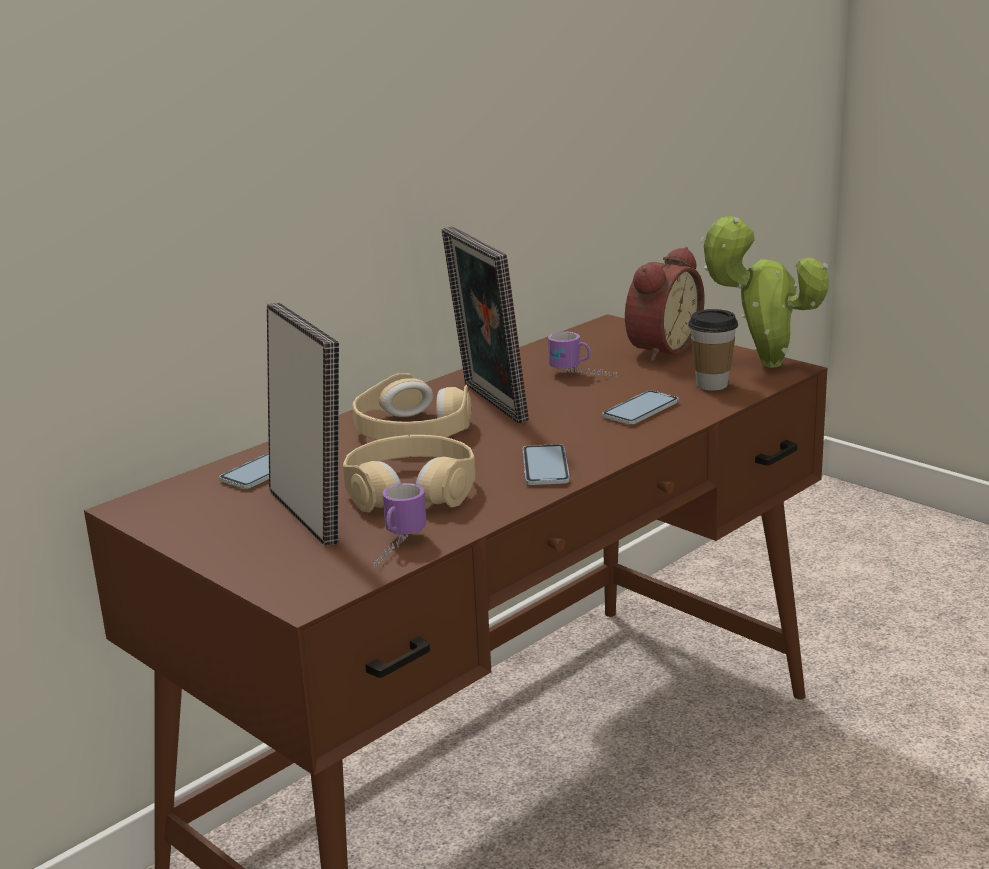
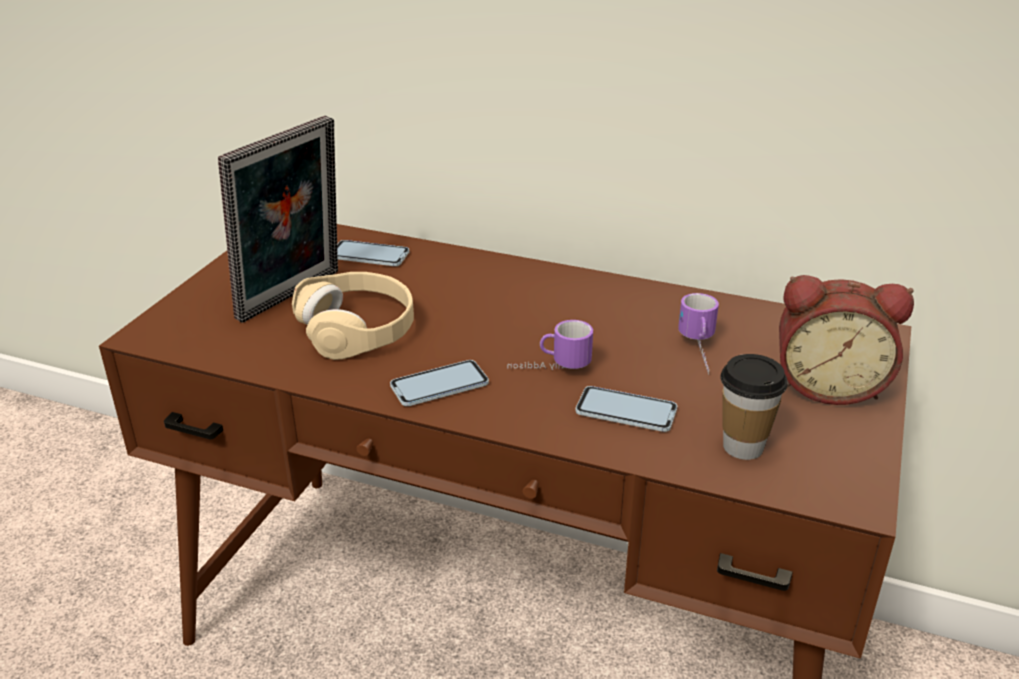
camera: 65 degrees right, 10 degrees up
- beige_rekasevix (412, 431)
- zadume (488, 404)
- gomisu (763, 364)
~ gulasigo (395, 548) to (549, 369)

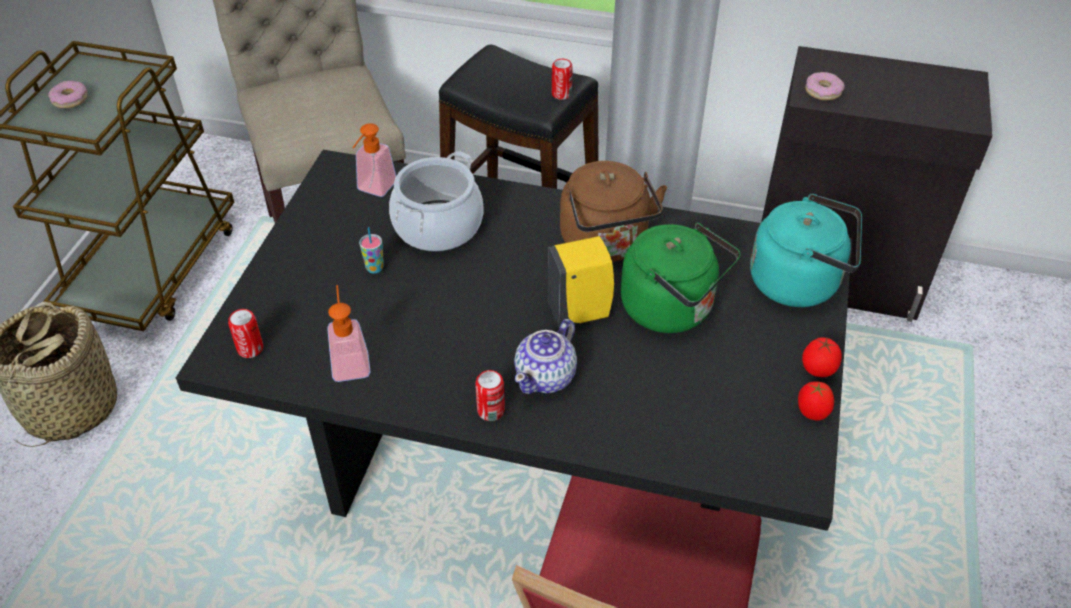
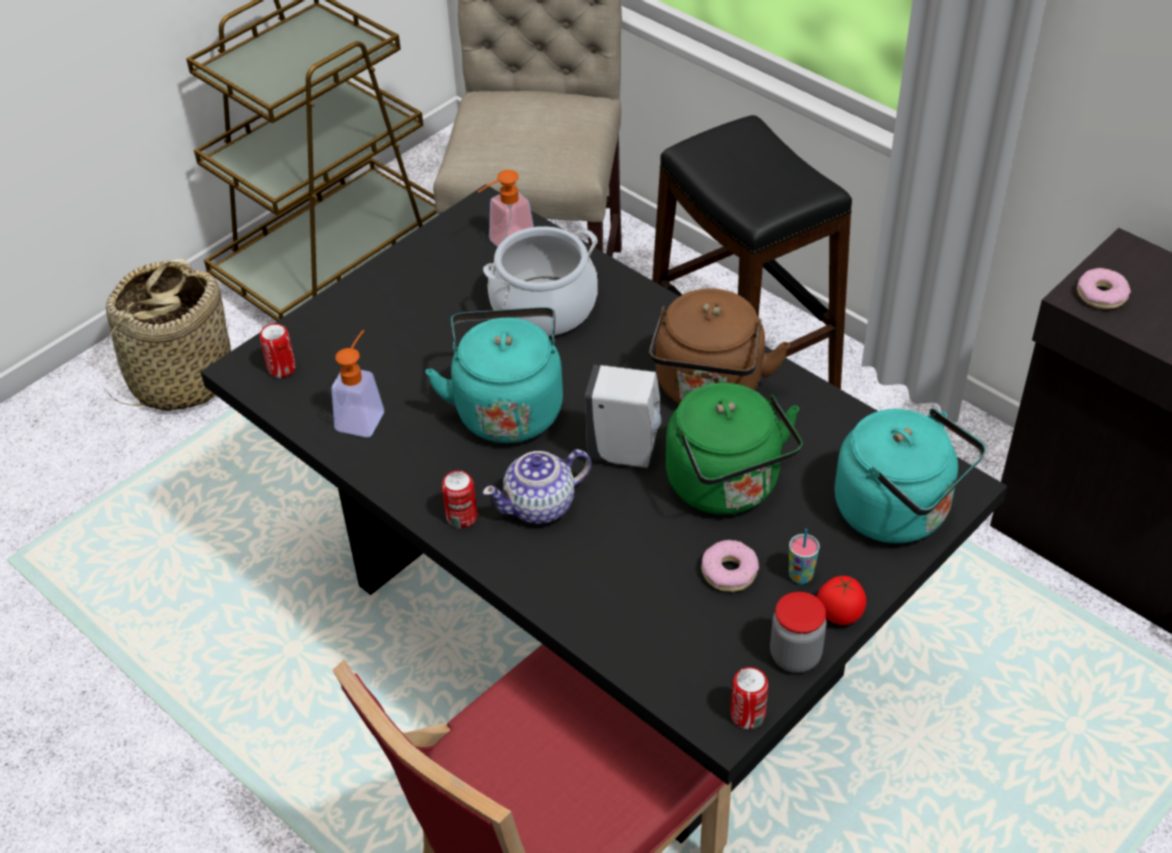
camera: 30 degrees right, 0 degrees up
+ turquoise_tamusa (507, 407)
~ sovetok (70, 99) to (729, 572)
~ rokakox (374, 268) to (800, 576)
~ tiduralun (561, 94) to (747, 715)
~ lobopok (811, 412) to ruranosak (795, 656)
~ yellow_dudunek (581, 312) to white_dudunek (626, 453)

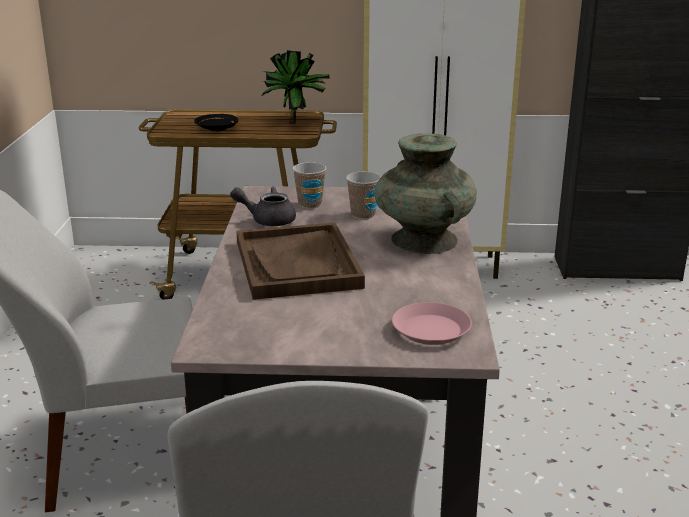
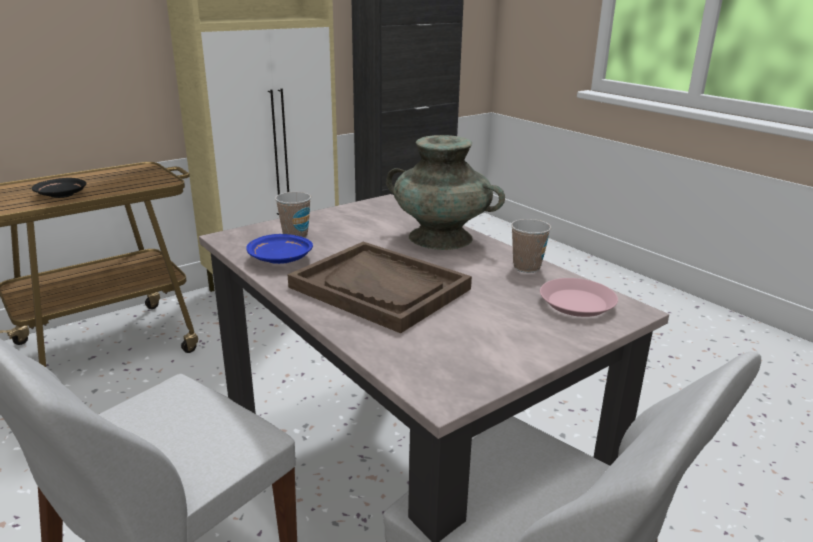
camera: 40 degrees left, 0 degrees up
- gomisu (297, 123)
~ rokakox (363, 215) to (526, 267)
~ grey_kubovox (267, 220) to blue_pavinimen (281, 259)

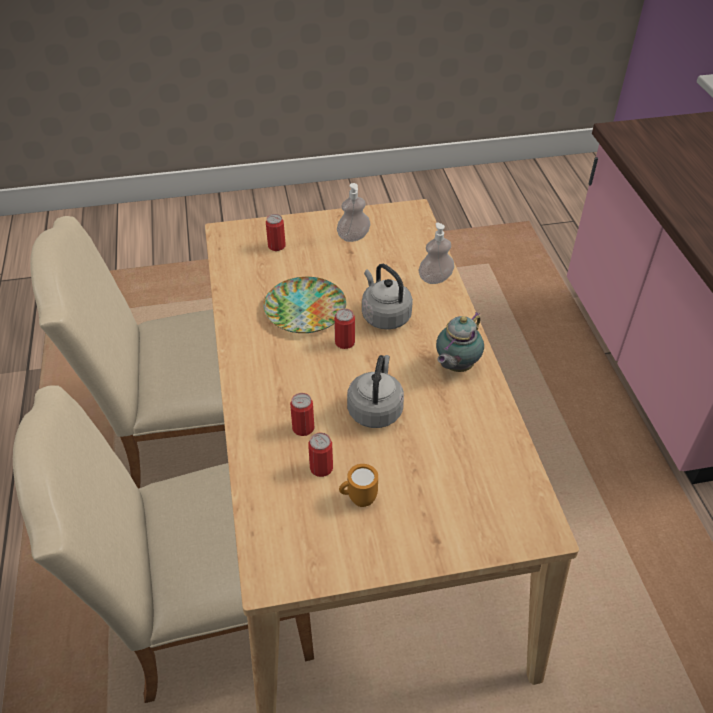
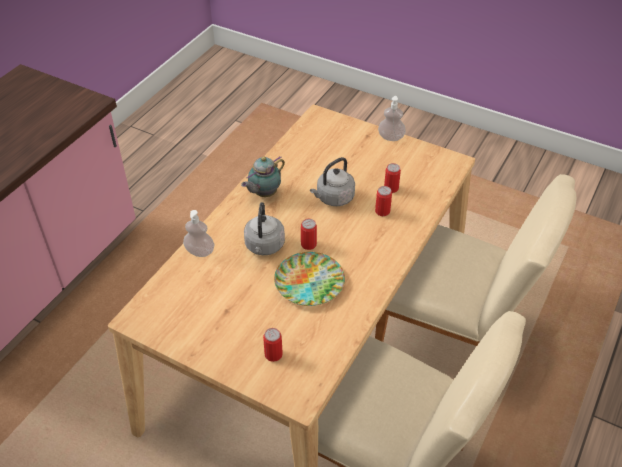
camera: 140 degrees left, 0 degrees up
- orange_gulasigo (358, 499)
~ dudunek (353, 237) to (391, 137)
~ kubovox (455, 366) = (264, 194) 150 degrees clockwise

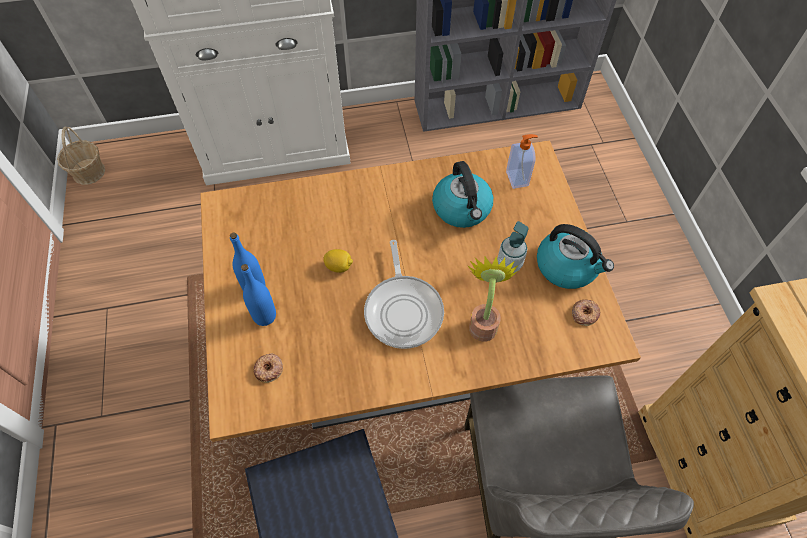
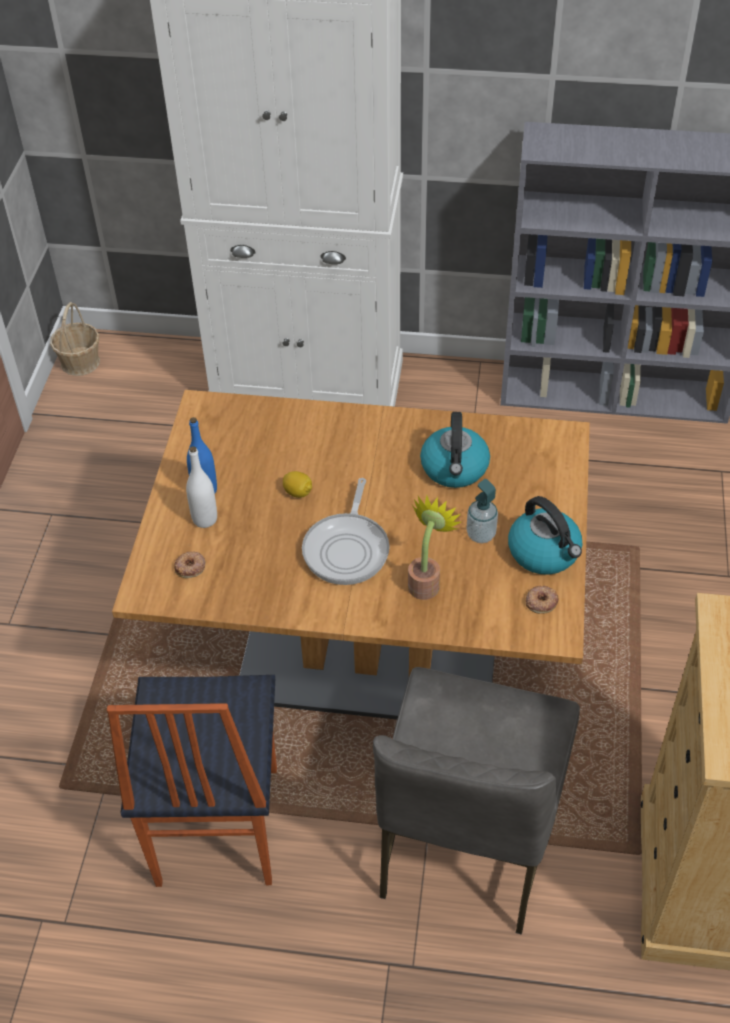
camera: 20 degrees right, 10 degrees down
- dudunek (518, 178)
~ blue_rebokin (264, 316) to white_rebokin (205, 519)

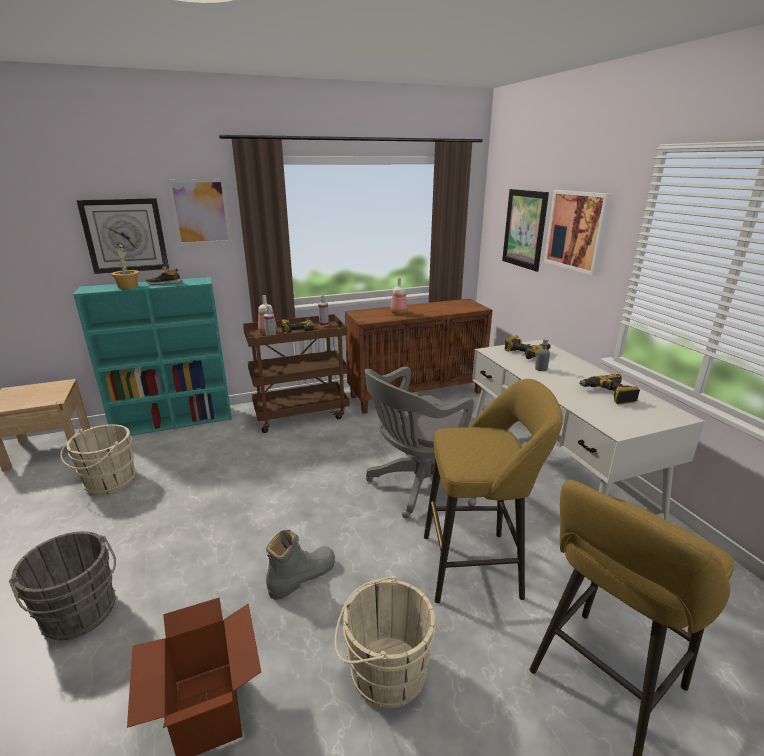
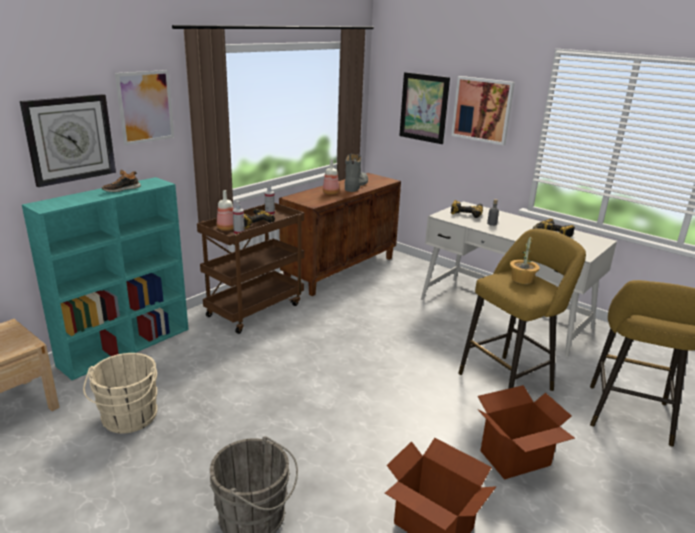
camera: 30 degrees left, 0 degrees up
- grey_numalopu (418, 485)
~ gomisu (128, 286) to (521, 279)
~ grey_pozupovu (302, 576) to (356, 186)
~ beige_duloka (383, 671) to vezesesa (516, 459)

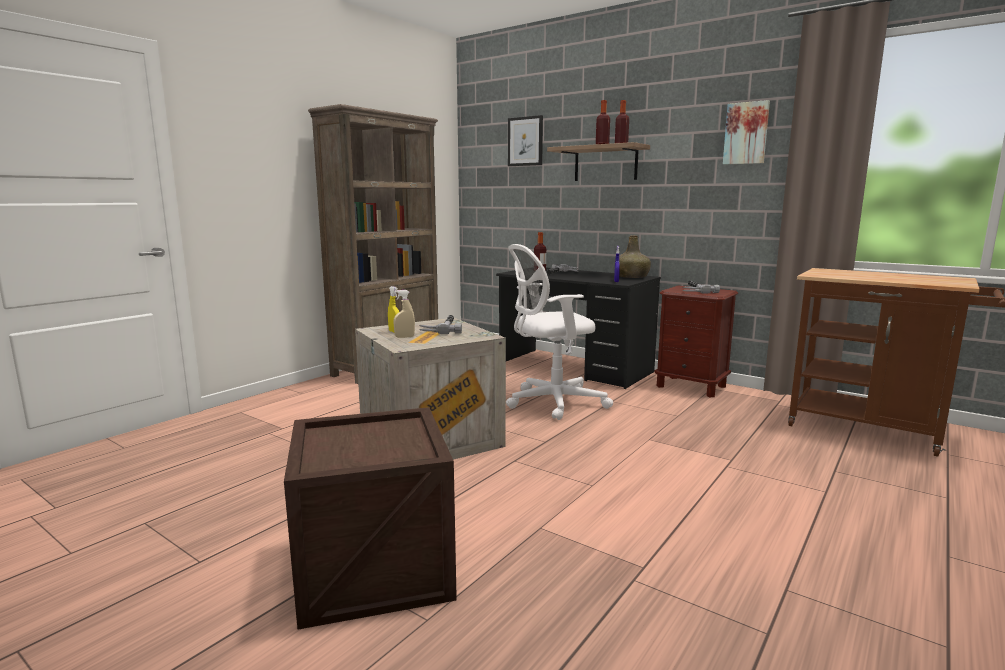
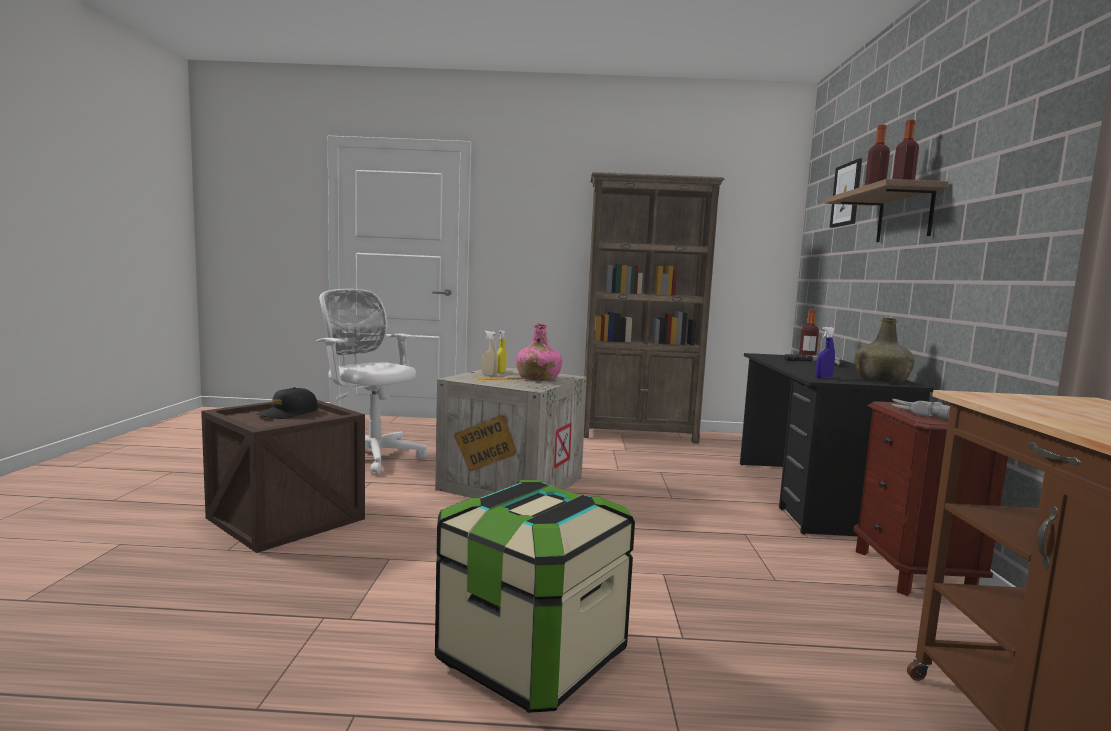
camera: 55 degrees right, 5 degrees down
- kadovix (746, 133)
+ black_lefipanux (288, 413)
+ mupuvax (531, 657)
~ white_numalopu (551, 403) to (371, 455)
~ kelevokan (443, 328) to pink_rebokin (537, 378)

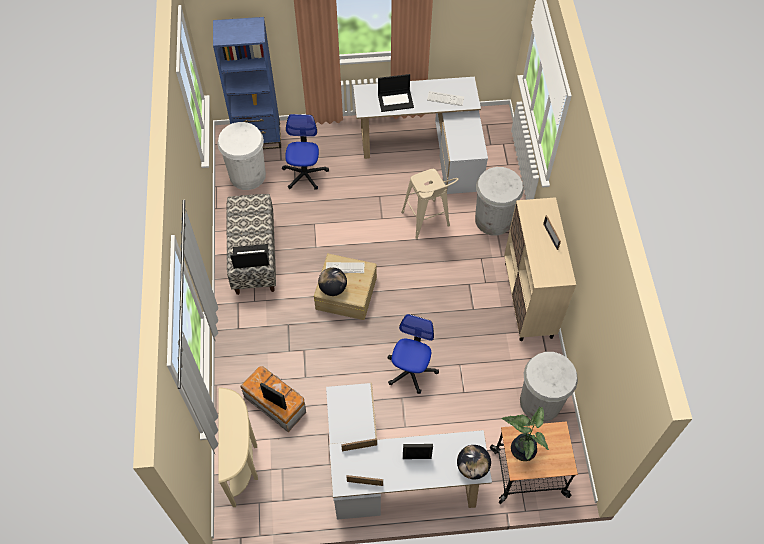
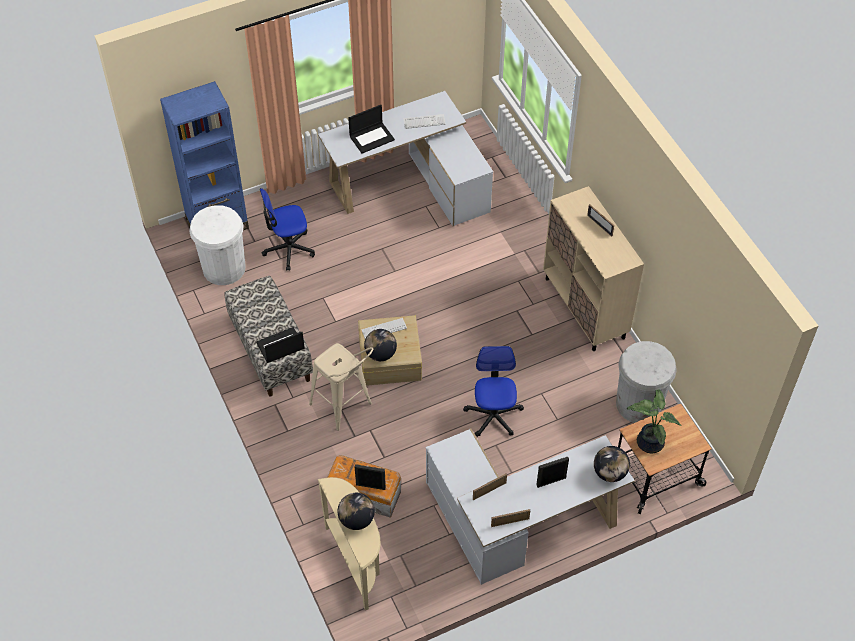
camera: 20 degrees left, 5 degrees down
- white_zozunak (493, 220)
+ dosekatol (356, 520)
~ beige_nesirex (427, 223) to (344, 408)
~ numalopu (305, 174) = (288, 249) 90 degrees counterclockwise

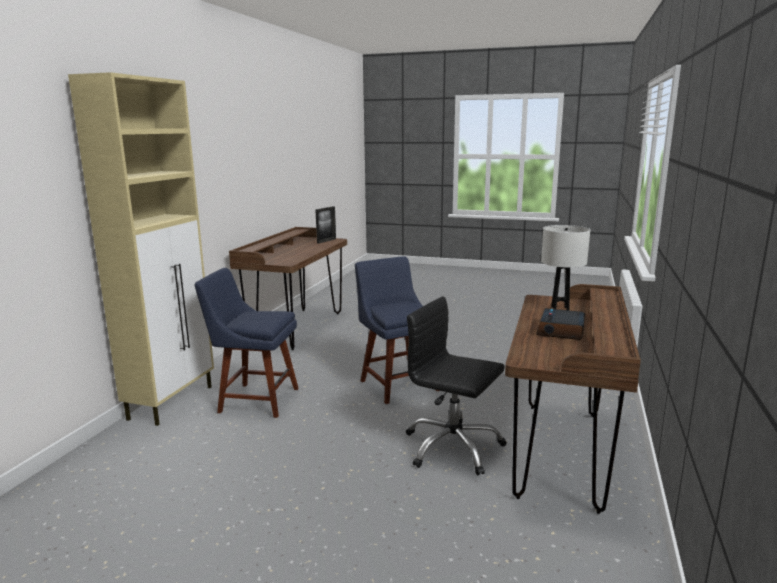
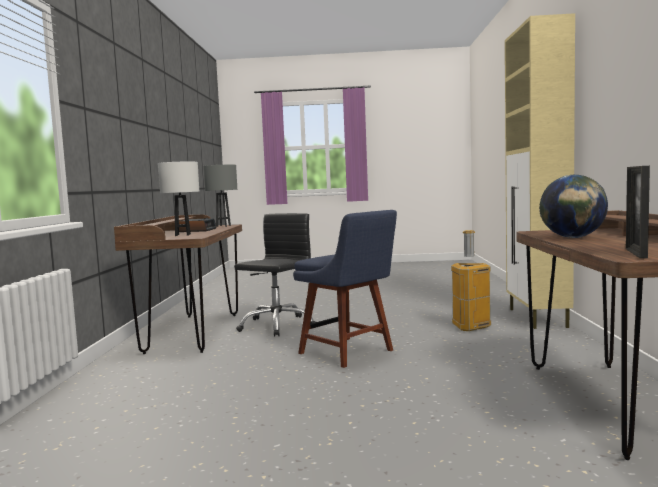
camera: 165 degrees right, 10 degrees down
+ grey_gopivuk (223, 226)
+ dosekatol (572, 237)
~ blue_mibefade (255, 399) to zozunak (471, 327)
~ black_numalopu (452, 447) = (277, 325) 75 degrees counterclockwise

